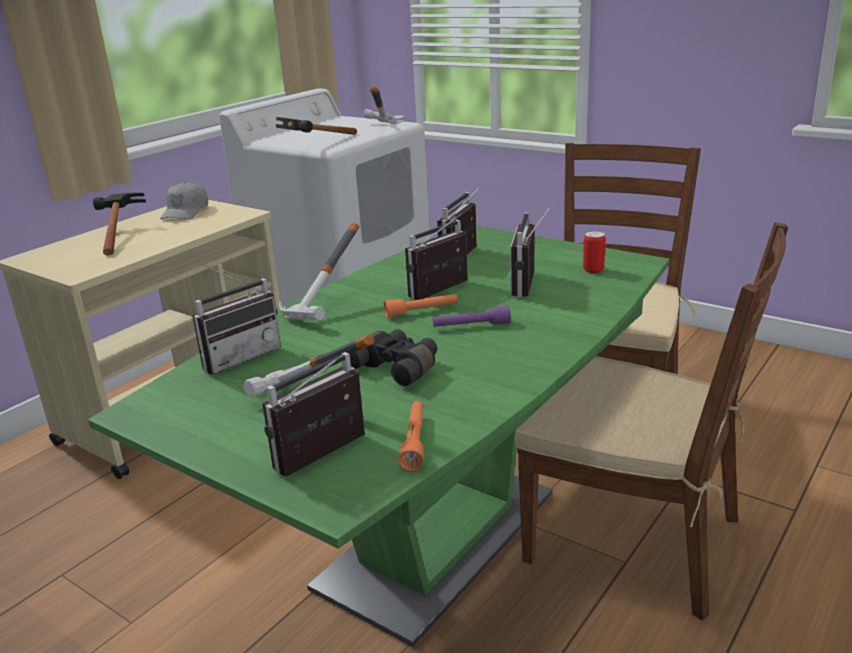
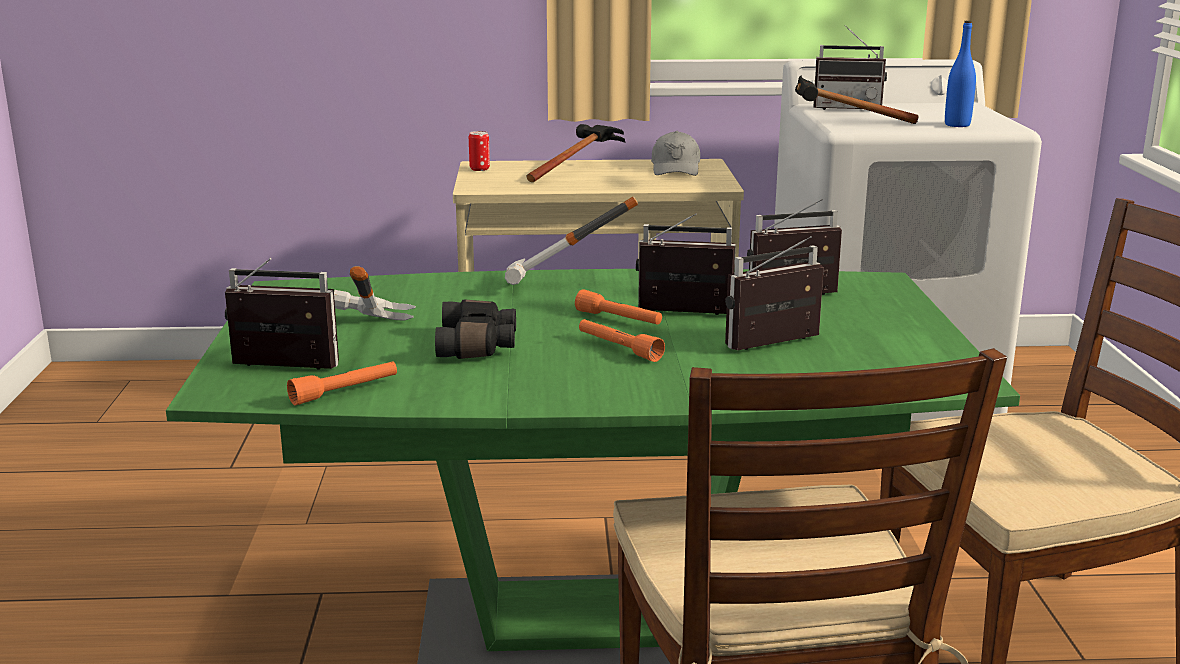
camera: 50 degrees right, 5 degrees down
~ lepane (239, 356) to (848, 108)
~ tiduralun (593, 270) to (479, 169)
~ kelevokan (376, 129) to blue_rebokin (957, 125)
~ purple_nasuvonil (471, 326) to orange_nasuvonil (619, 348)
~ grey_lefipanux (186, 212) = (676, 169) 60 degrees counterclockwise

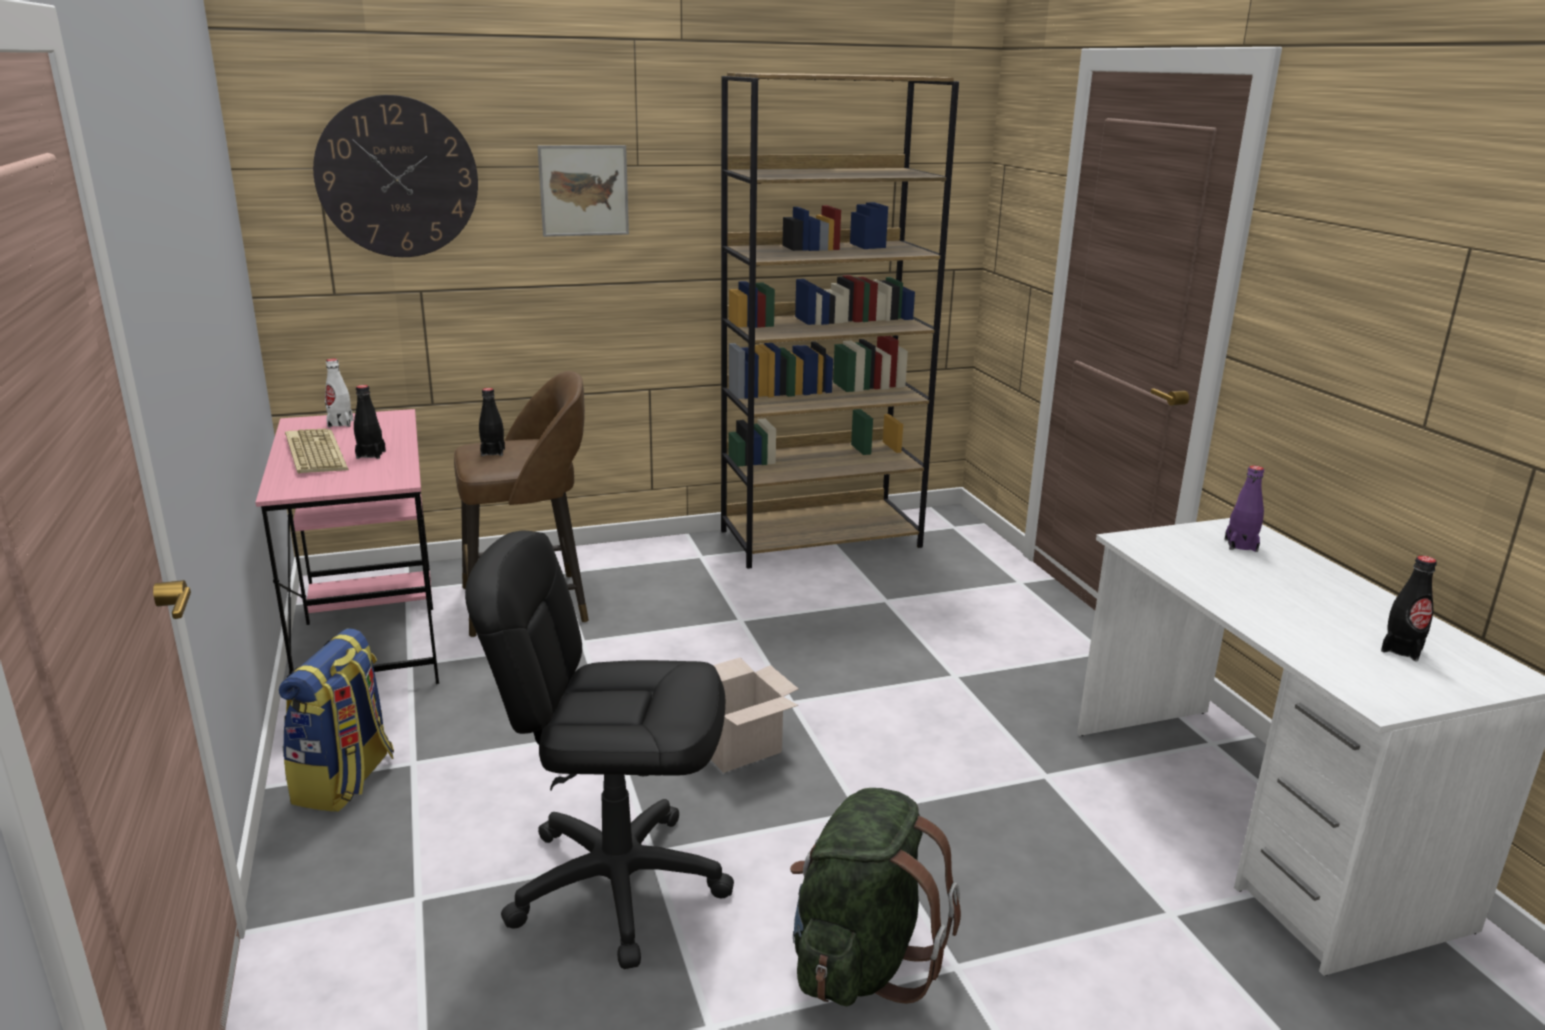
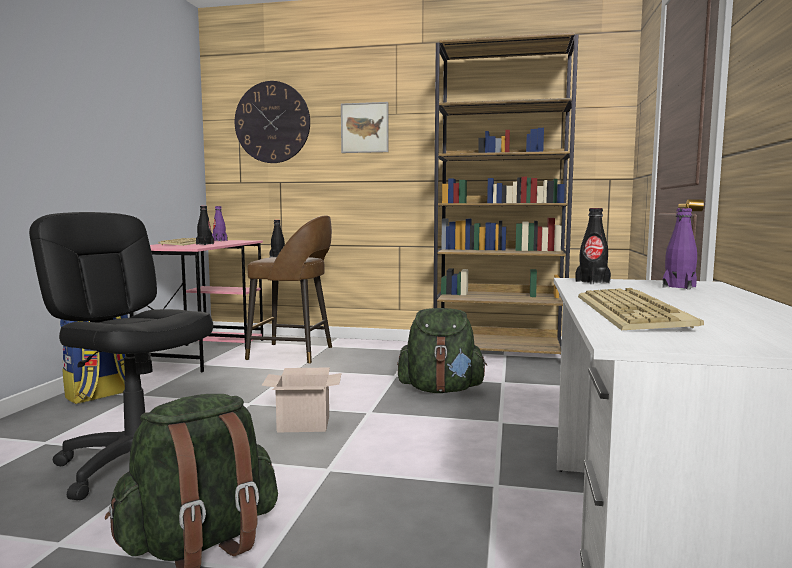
camera: 30 degrees right, 15 degrees down
+ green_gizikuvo (441, 390)
+ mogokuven (634, 312)
~ black_rebokin (1401, 650) to (592, 282)
~ white_rebokin (340, 423) to purple_rebokin (219, 240)

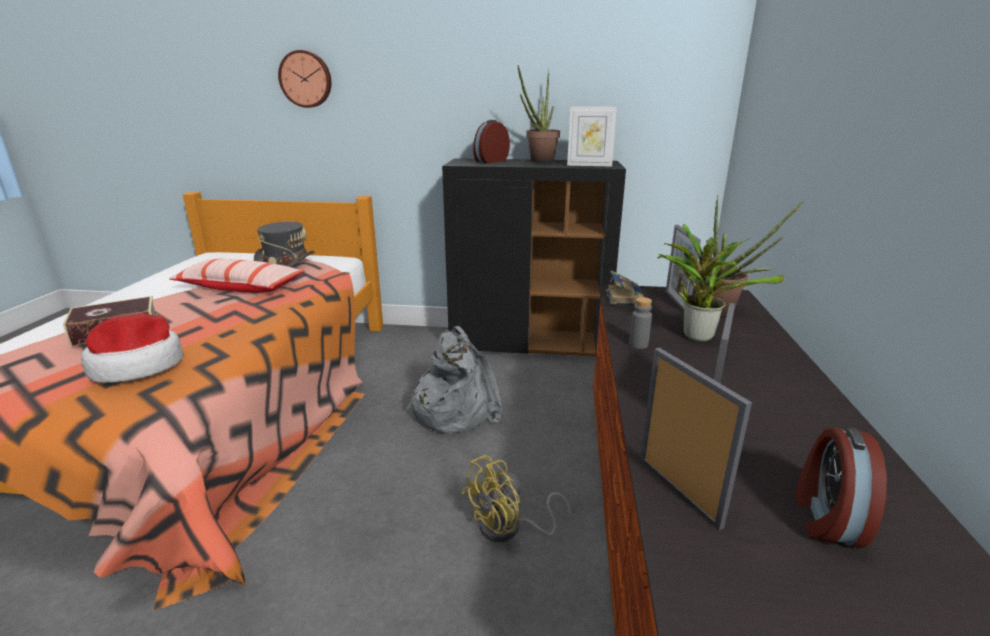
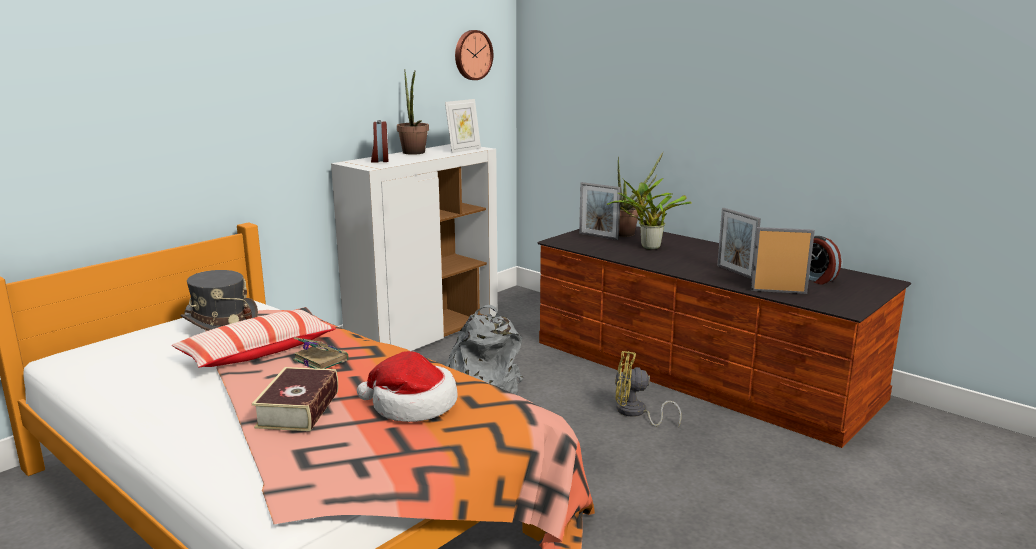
camera: 55 degrees left, 5 degrees down
- grey_rebokin (638, 344)
~ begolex (306, 79) to (472, 55)
~ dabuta (624, 297) to (320, 359)
~ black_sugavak (529, 344) to white_sugavak (424, 334)
~ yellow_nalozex (509, 529) = (635, 413) 105 degrees clockwise

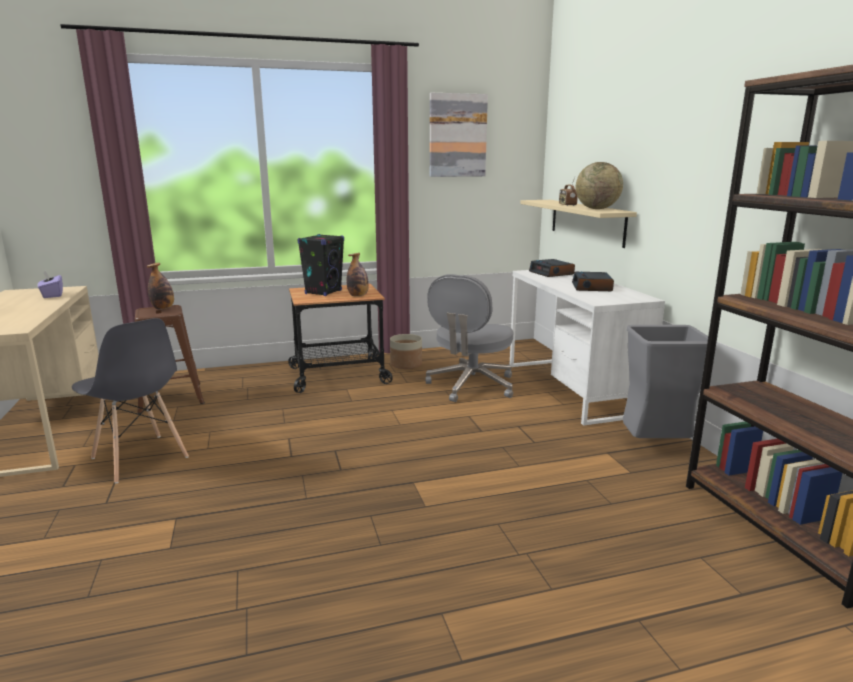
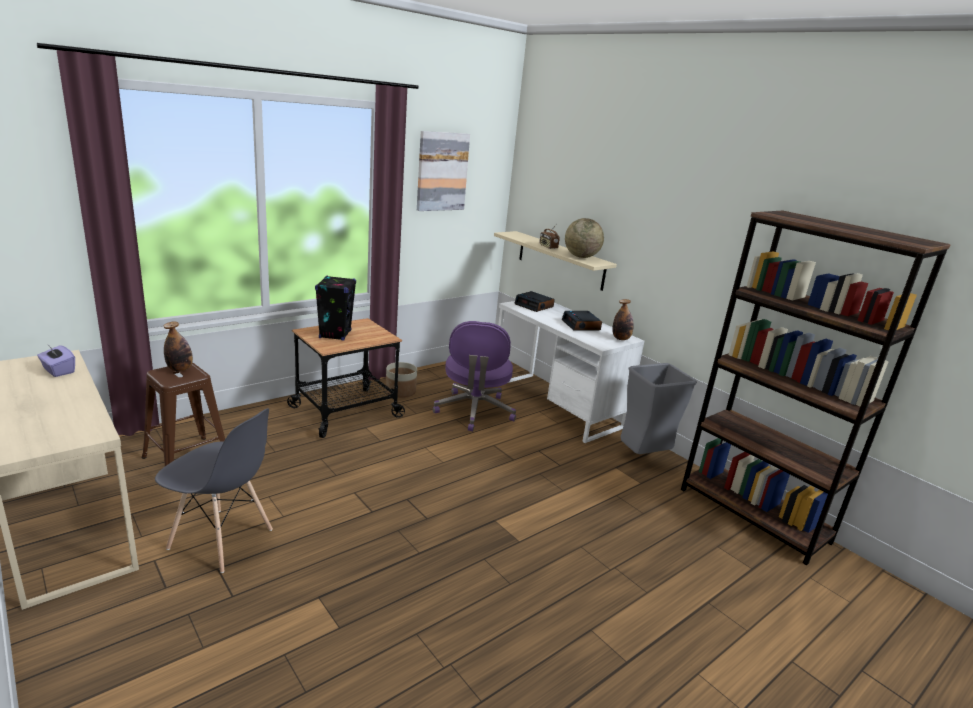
camera: 25 degrees left, 5 degrees up
~ rebokin (358, 296) to (621, 339)
~ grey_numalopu (471, 386) to purple_numalopu (474, 411)

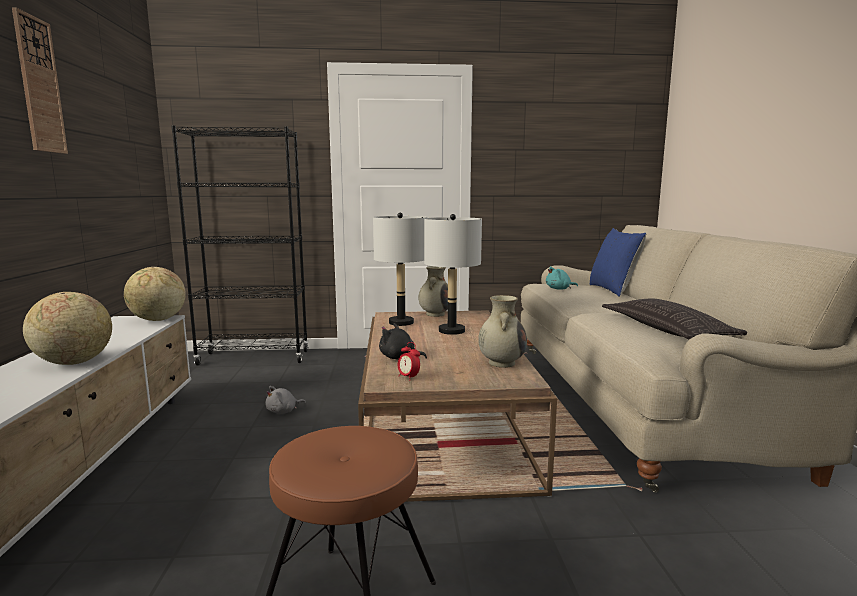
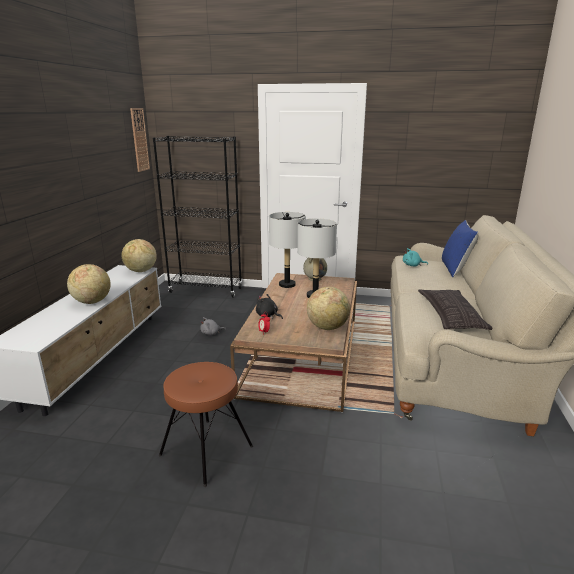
camera: 15 degrees right, 10 degrees up
~ begolex (39, 85) to (139, 140)
~ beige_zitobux (501, 363) to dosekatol (327, 327)

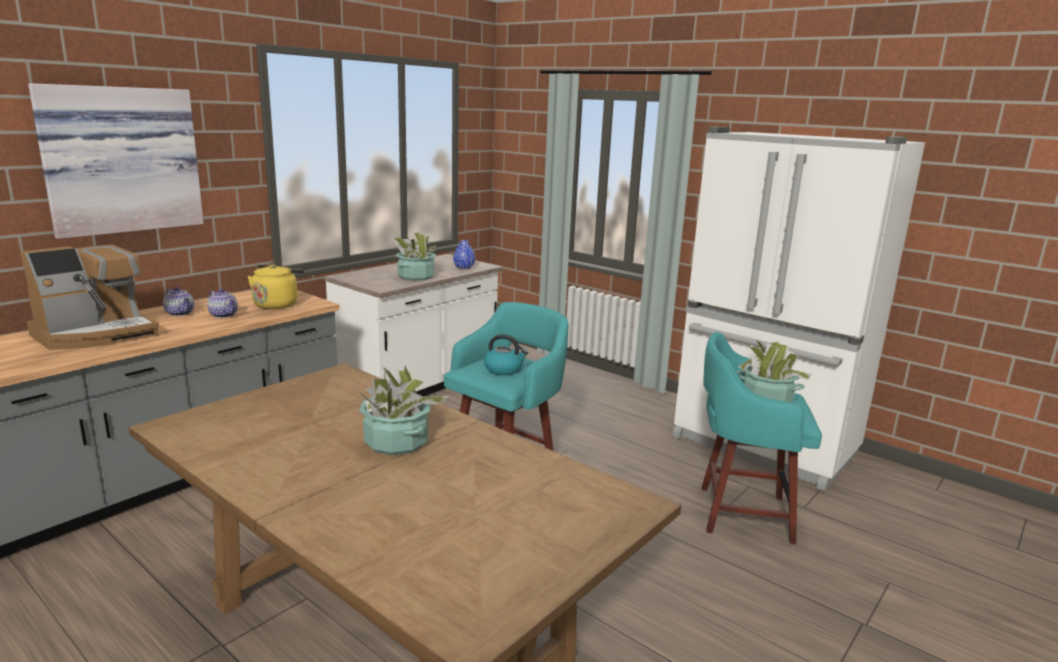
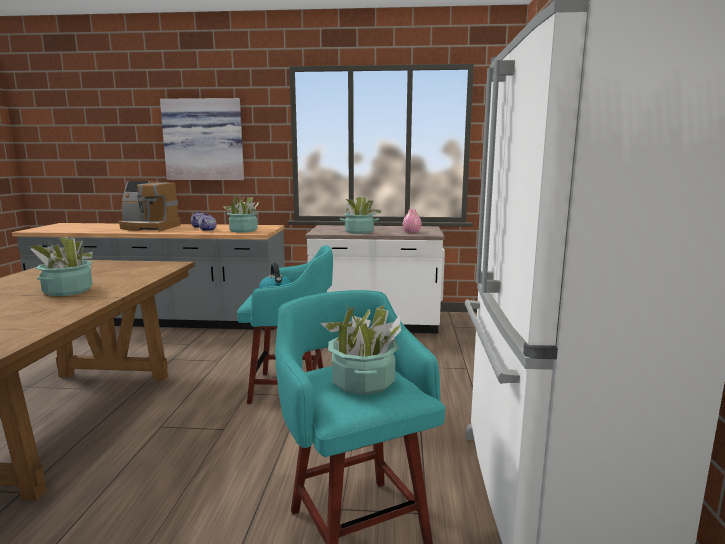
camera: 55 degrees right, 5 degrees down
~ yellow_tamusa (277, 304) to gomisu (243, 230)
~ blue_zitobux (464, 267) to pink_zitobux (411, 232)

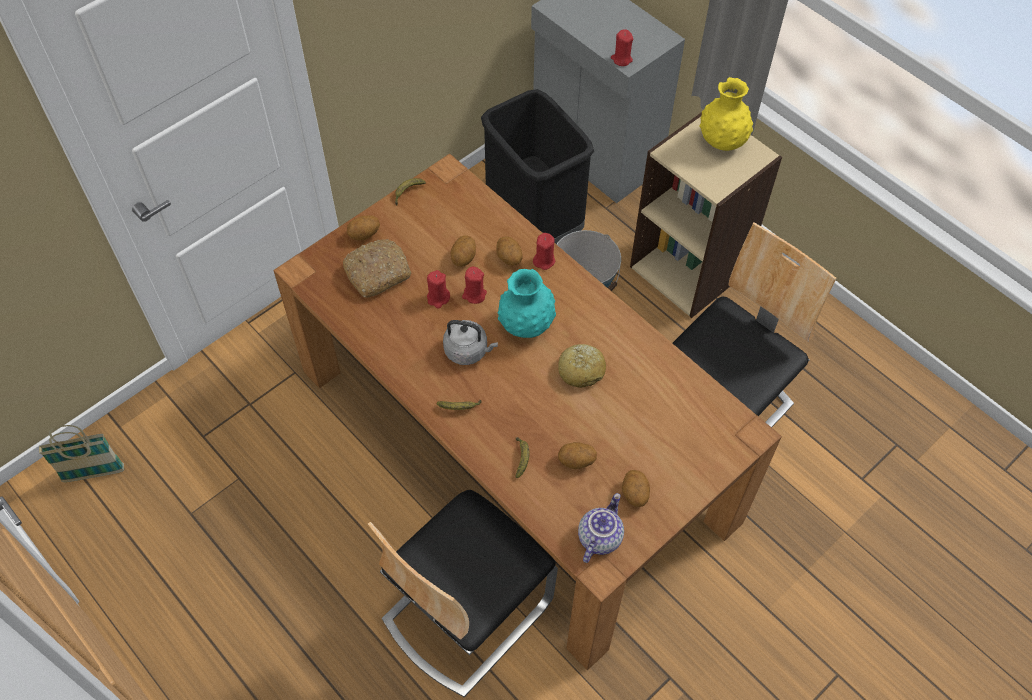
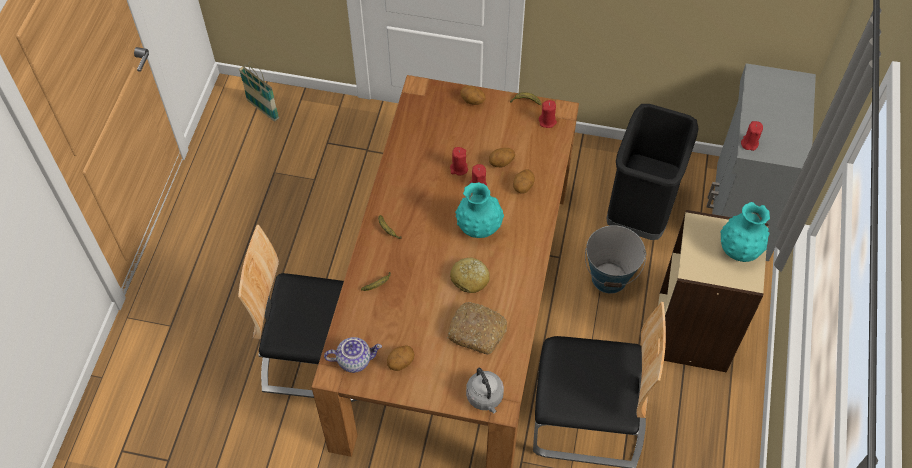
camera: 55 degrees right, 0 degrees up
- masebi (576, 462)
~ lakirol (378, 272) to (477, 331)
~ grey_tamusa (468, 351) to (485, 398)
~ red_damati (544, 260) to (547, 121)
~ yellow_zitobux (722, 142) to turquoise_zitobux (739, 250)

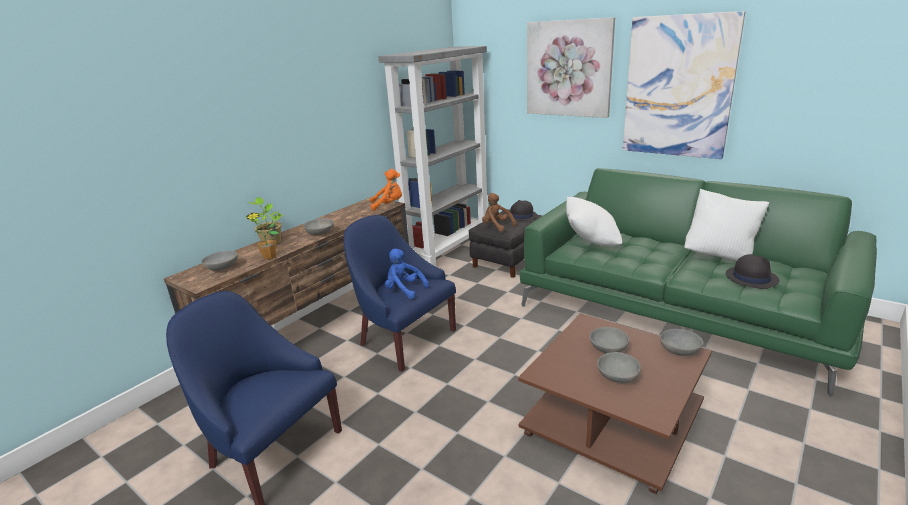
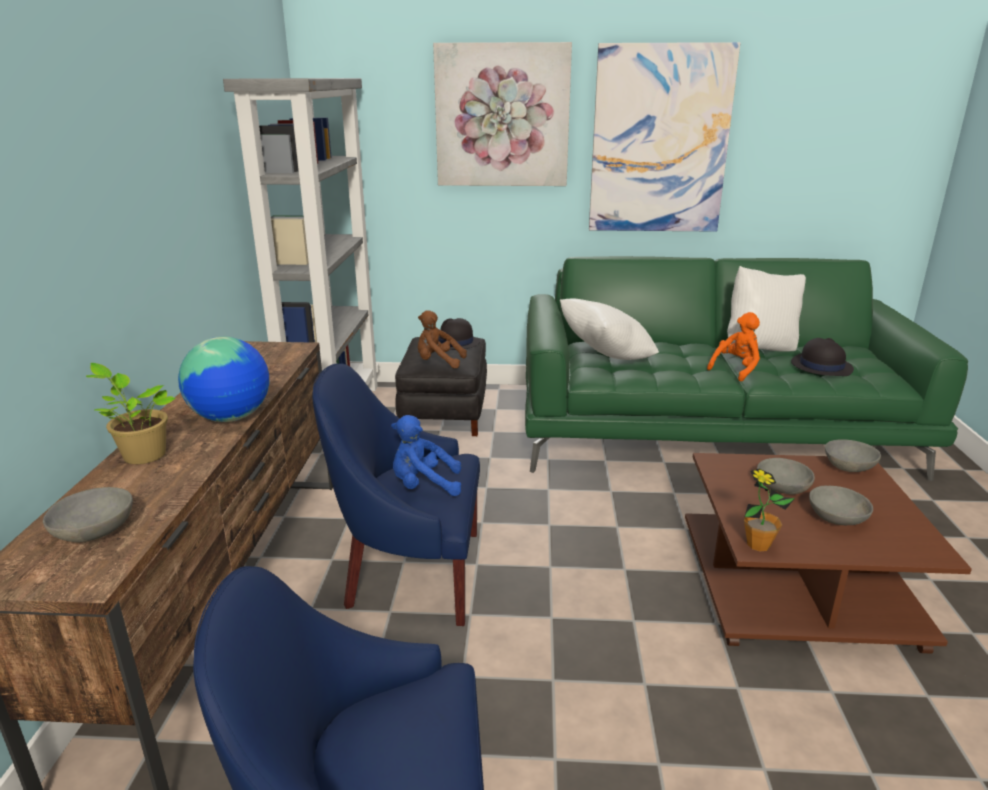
camera: 35 degrees left, 0 degrees up
~ gomisu (269, 257) to (758, 545)
~ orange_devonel (388, 205) to (736, 369)
~ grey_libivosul (320, 233) to dosekatol (232, 417)

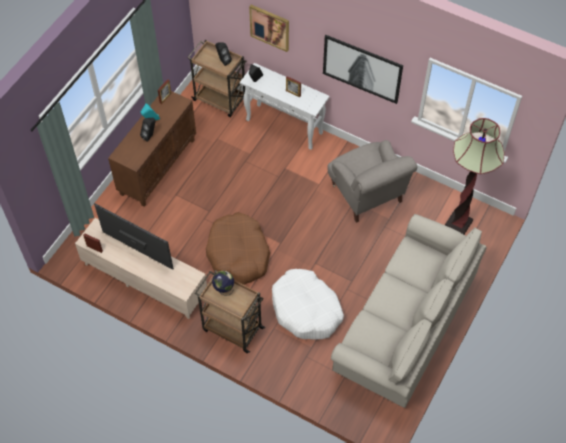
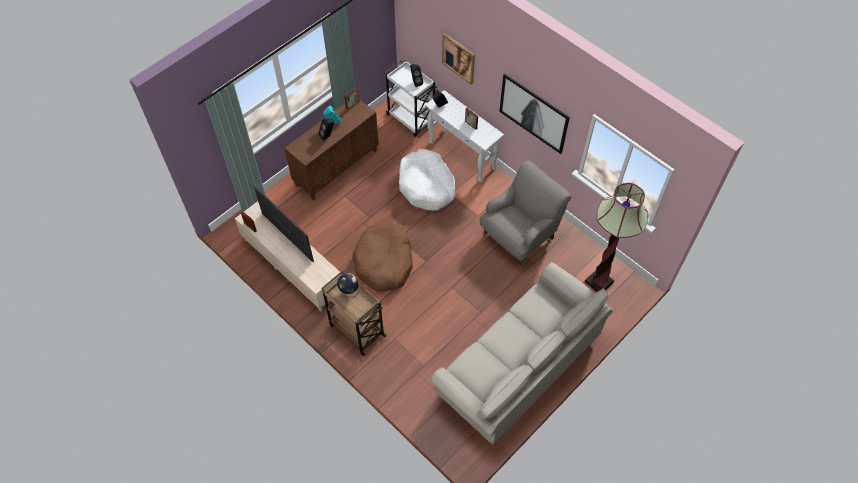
camera: 15 degrees right, 0 degrees up
~ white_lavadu (306, 309) to (426, 186)
~ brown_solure (220, 100) to white_solure (411, 119)
~ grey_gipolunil (367, 194) = (520, 235) 120 degrees counterclockwise

